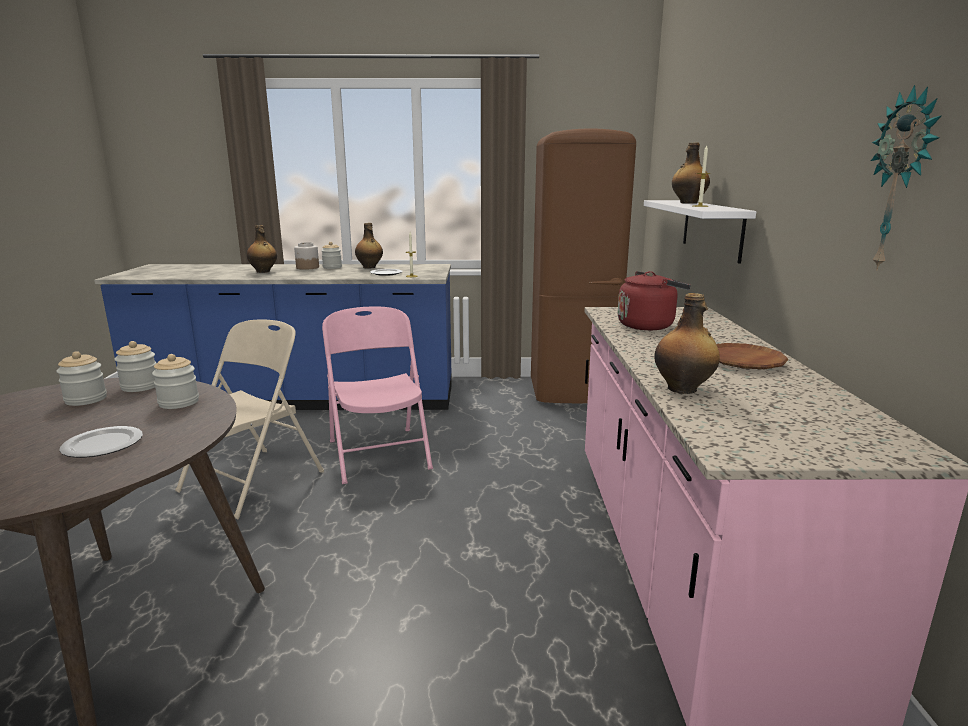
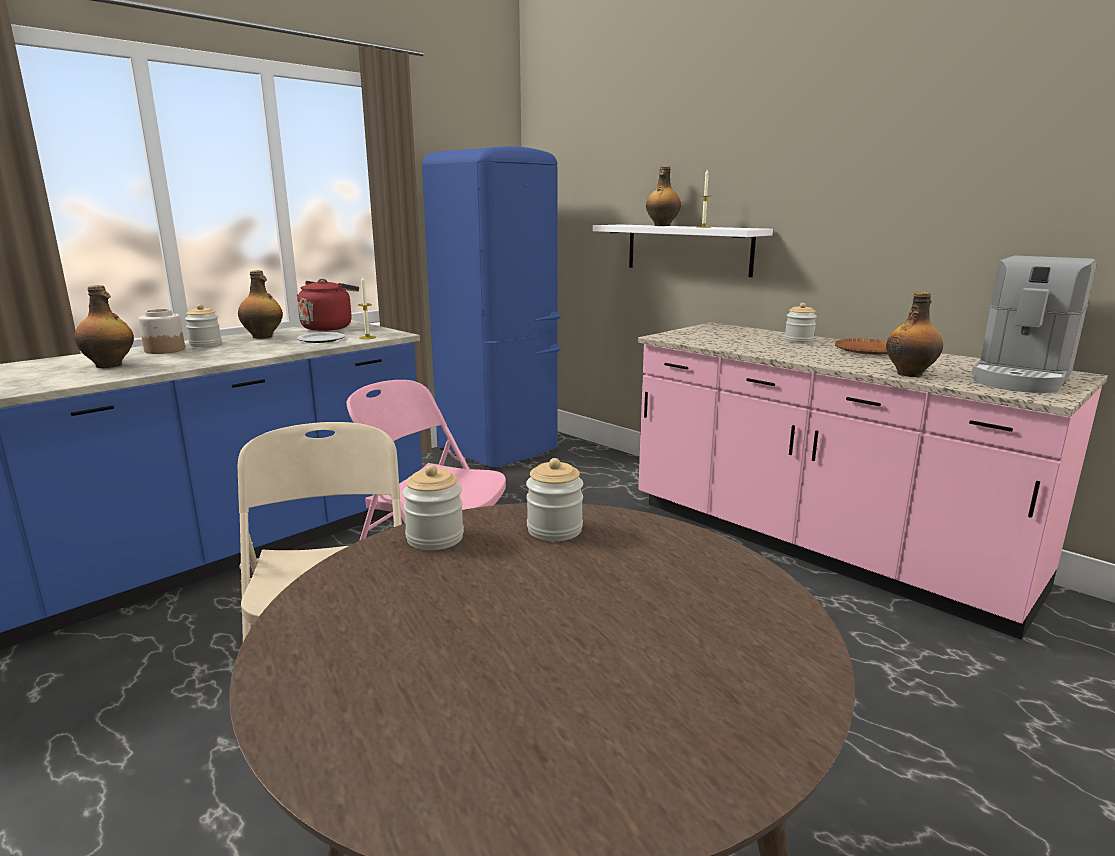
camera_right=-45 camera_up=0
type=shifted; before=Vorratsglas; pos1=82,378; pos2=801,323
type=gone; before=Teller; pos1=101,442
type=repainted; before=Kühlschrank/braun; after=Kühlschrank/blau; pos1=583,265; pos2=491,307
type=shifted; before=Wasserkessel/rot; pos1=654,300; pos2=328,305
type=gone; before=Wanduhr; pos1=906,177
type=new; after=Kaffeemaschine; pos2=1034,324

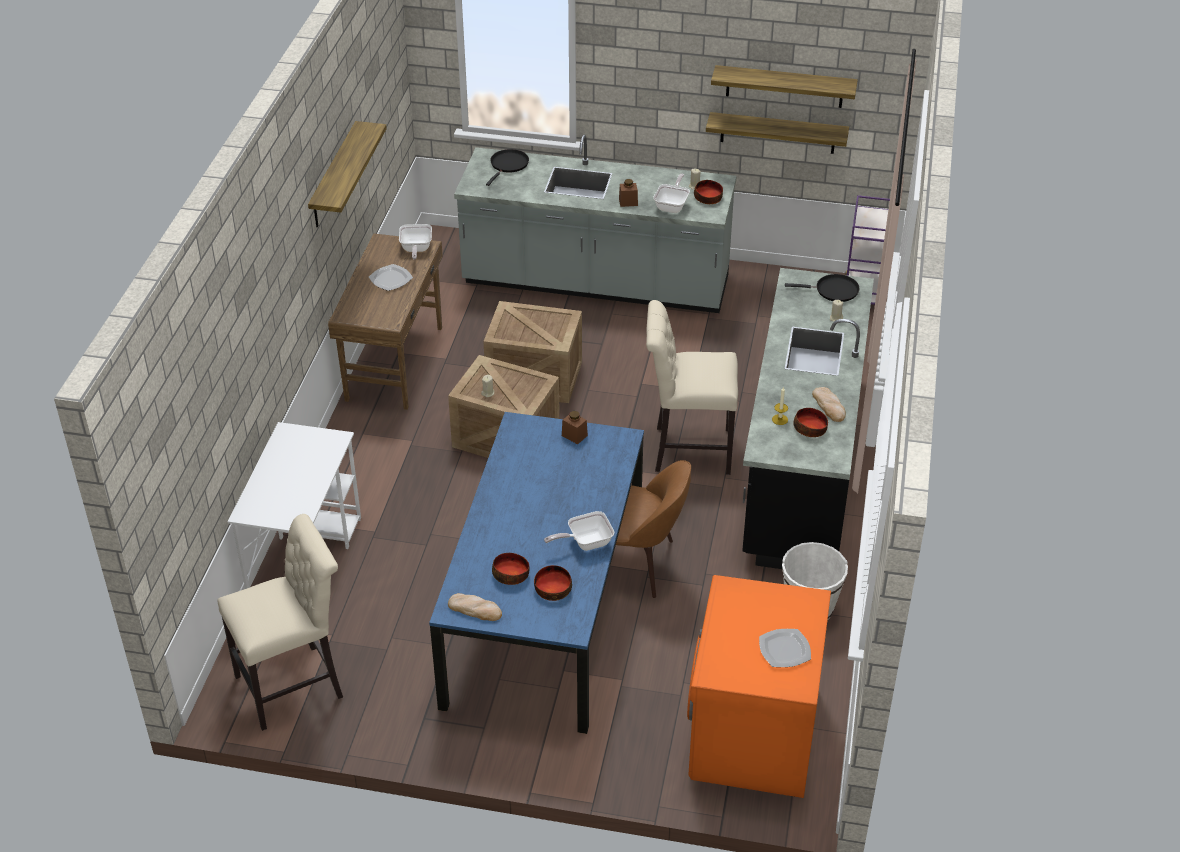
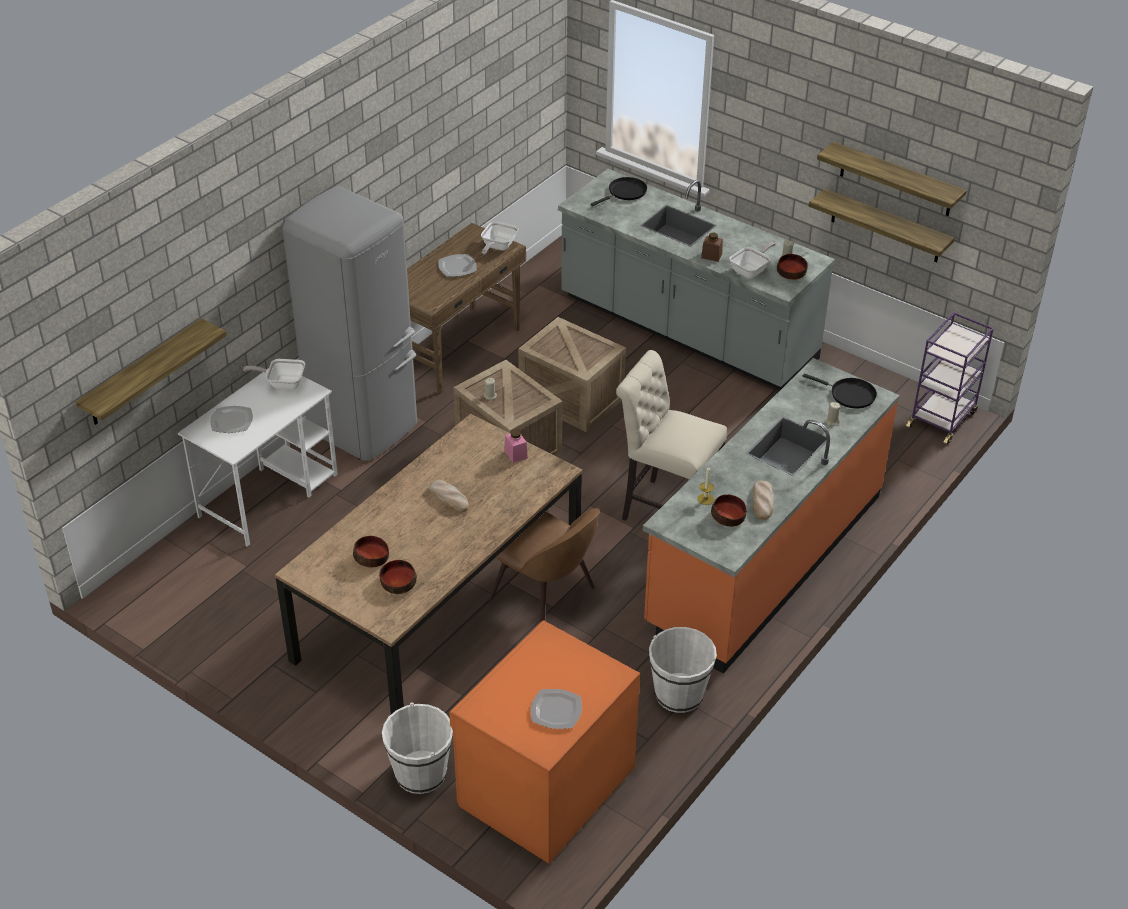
camera_right=25 camera_up=0
type=gone; before=Hocker/beige; pos1=280,622
type=shifted; before=Wandregal; pos1=347,174; pos2=151,371
type=repainted; before=Esstisch/blau; after=Esstisch/braun; pos1=536,573; pos2=428,564
type=shifted; before=Brot; pos1=475,607; pos2=449,496
type=shifted; before=Pfanne; pos1=579,531; pos2=274,374
type=repainted; before=Vorratsglas/braun; after=Vorratsglas/rosa; pos1=575,427; pos2=516,446
type=repainted; before=Küchenzeile/schwarz; after=Küchenzeile/orange; pos1=808,418; pos2=771,516
type=new; after=Teller; pos2=231,419
type=new; after=Kühlschrank/grau; pos2=350,323
type=new; after=Eimer/weiß; pos2=417,748

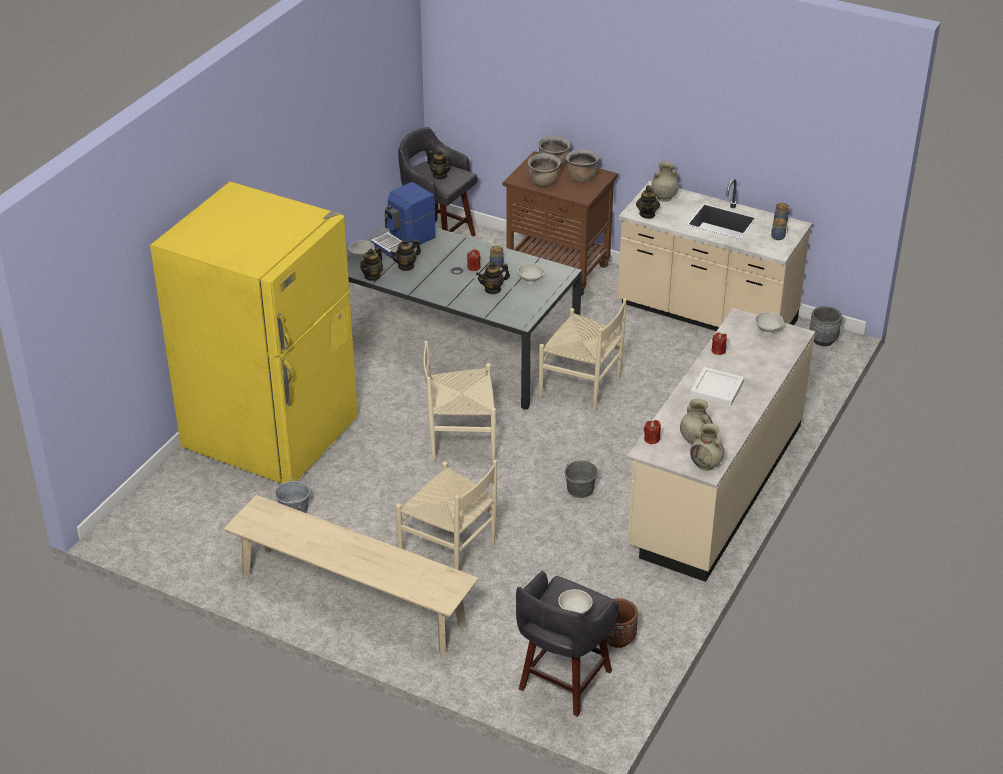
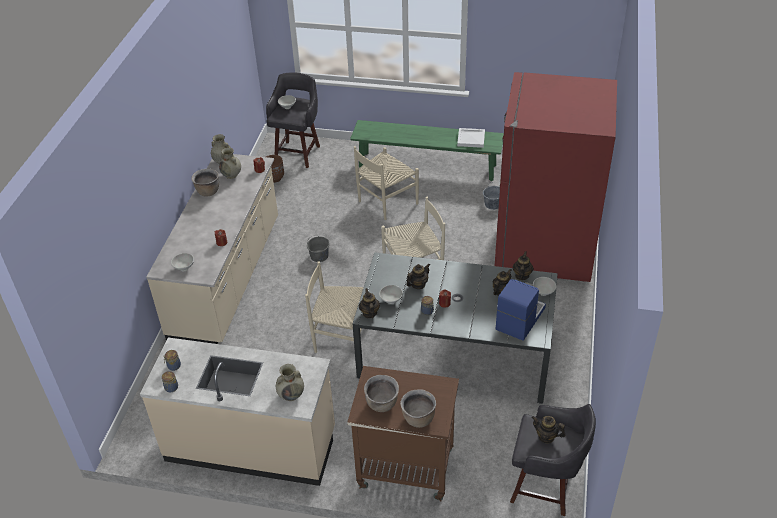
camera_right=165 camera_up=5
type=repainted; before=Kühlschrank/gelb; after=Kühlschrank/rot; pos1=254,332; pos2=556,177
type=repainted; before=Bank/beige; after=Bank/grün; pos1=351,575; pos2=427,150
type=rotated; before=Stuhl/beige; pos1=446,515; pos2=386,183; turn=-60
type=shifted; before=Kochtopf/braun; pos1=544,170; pos2=205,182
type=shifted; before=Teekanne; pos1=648,202; pos2=369,303
type=shifted; before=Tablett/weiß; pos1=717,386; pos2=471,138
type=gone; before=Pflanzkübel/grau; pos1=825,326

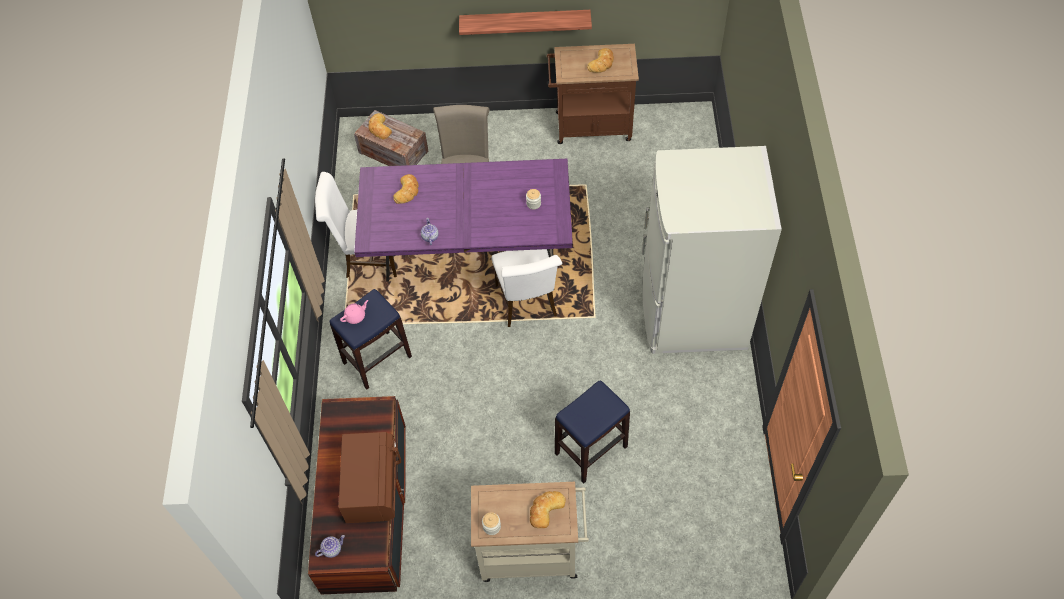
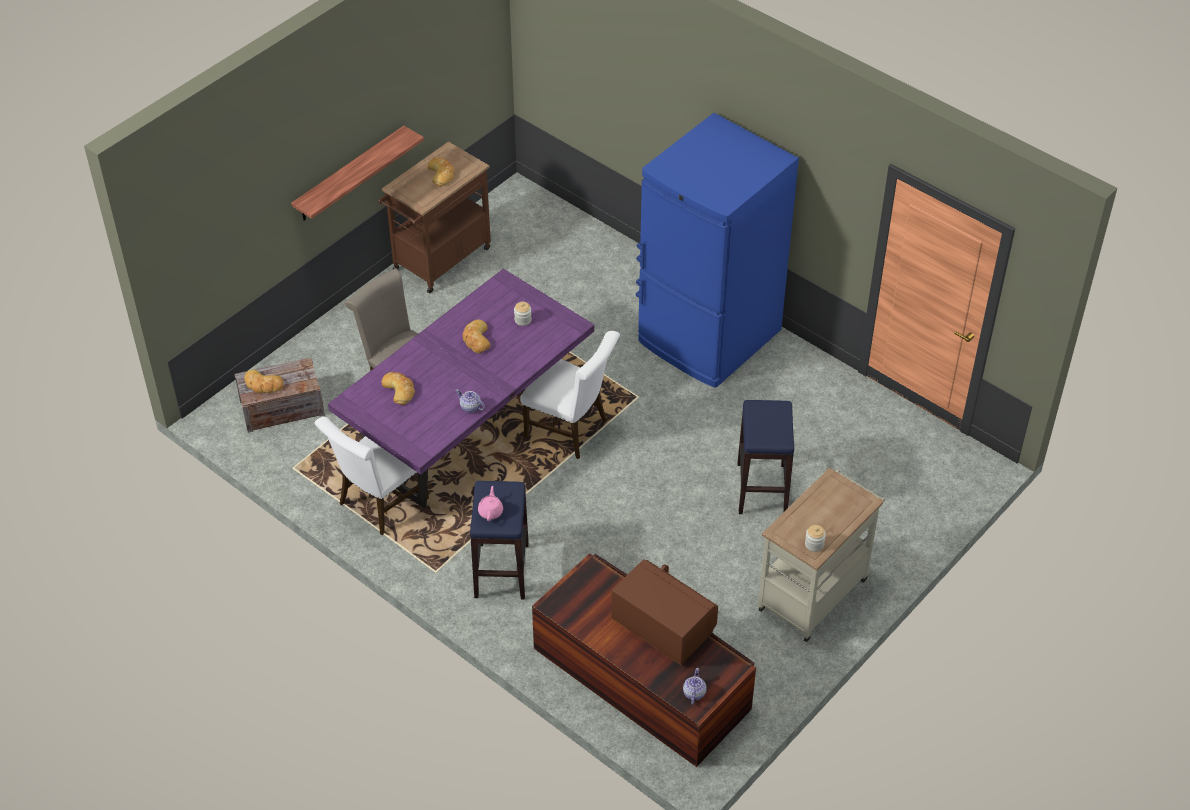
camera_right=-50 camera_up=-10
type=shifted; before=Brot; pos1=548,509; pos2=476,336
type=repainted; before=Kühlschrank/weiß; after=Kühlschrank/blau; pos1=712,250; pos2=717,250

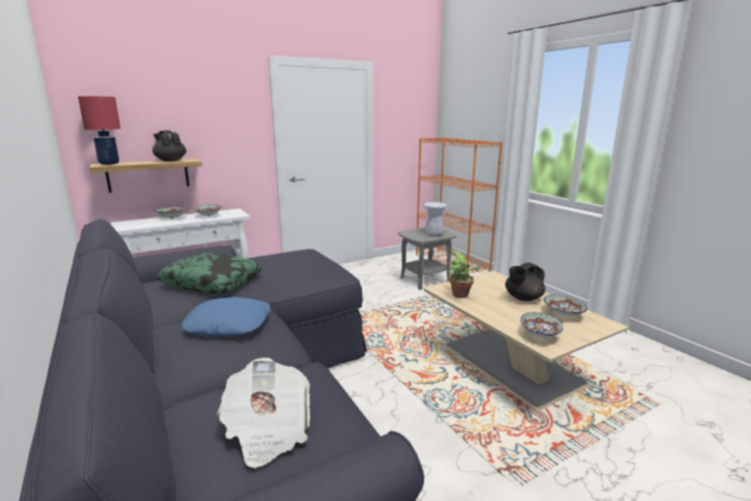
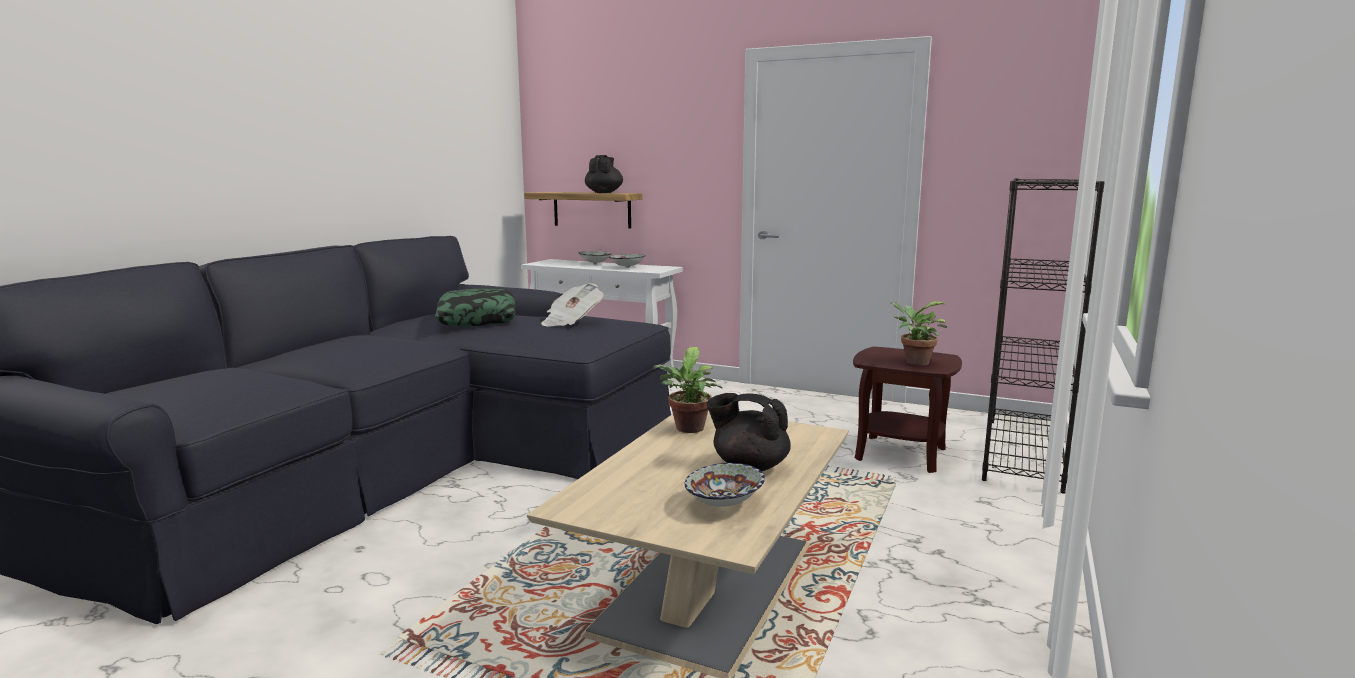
camera_right=55 camera_up=-5
type=gone; before=Tischlampe/rot; pos1=99,130
type=gone; before=Kissen/blau; pos1=225,317
type=shifted; before=Zeitung; pos1=263,413; pos2=572,305
type=repainted; before=Beistelltisch/grau; after=Beistelltisch/braun; pos1=427,258; pos2=907,410
type=repainted; before=Bücherregal/orange; after=Bücherregal/schwarz; pos1=459,205; pos2=1043,336
type=swapped; before=Vase/weiß; after=Topfpflanze; pos1=435,219; pos2=919,333
type=gone; before=Schüssel; pos1=542,325

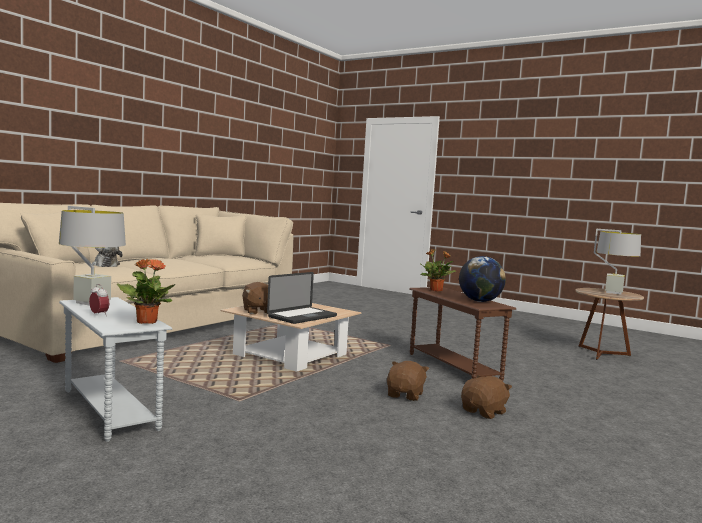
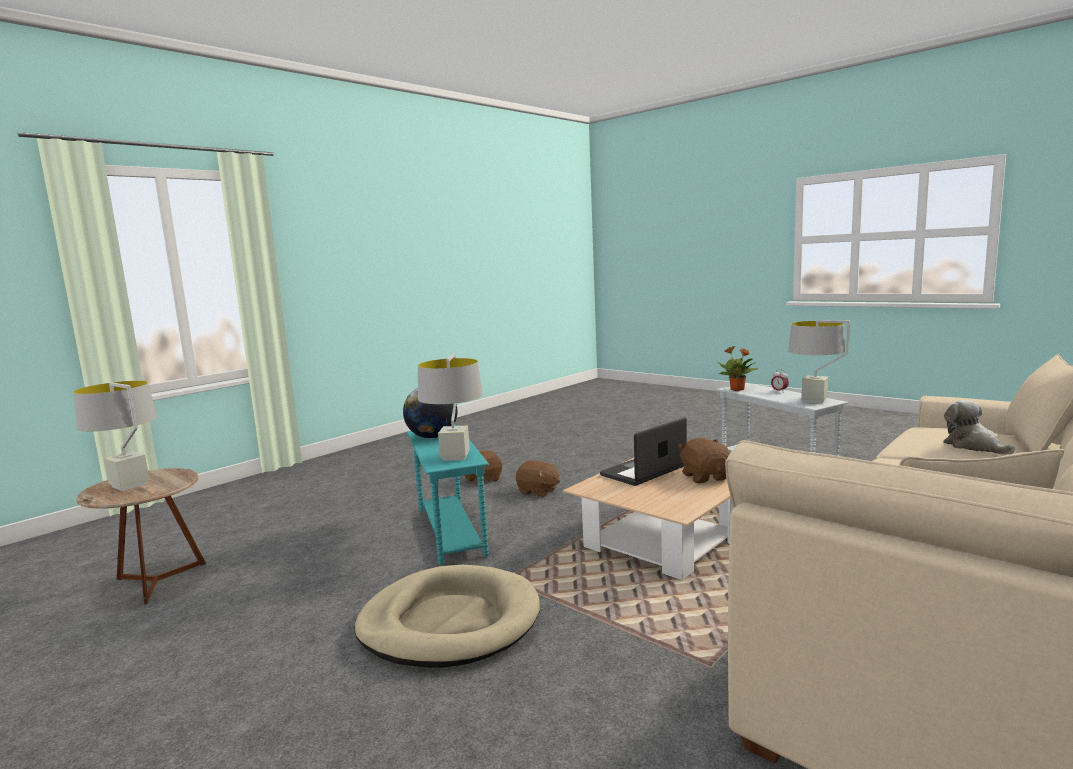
camera_right=-170 camera_up=5
type=rotated; before=Plüschtier/braun; pos1=408,381; pos2=538,478; turn=-90
type=repainted; before=Beistelltisch/braun; after=Beistelltisch/türkis; pos1=462,334; pos2=448,495
type=swapped; before=Topfpflanze; after=Tischlampe/grau; pos1=437,270; pos2=450,407
type=new; after=Hundebett/beige; pos2=447,616

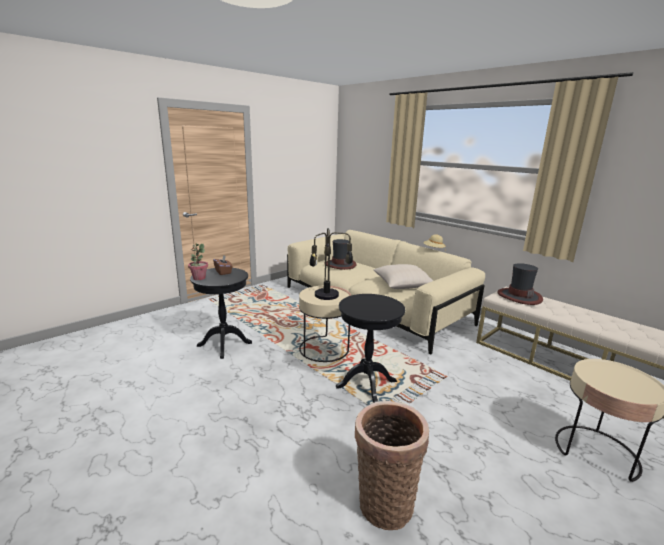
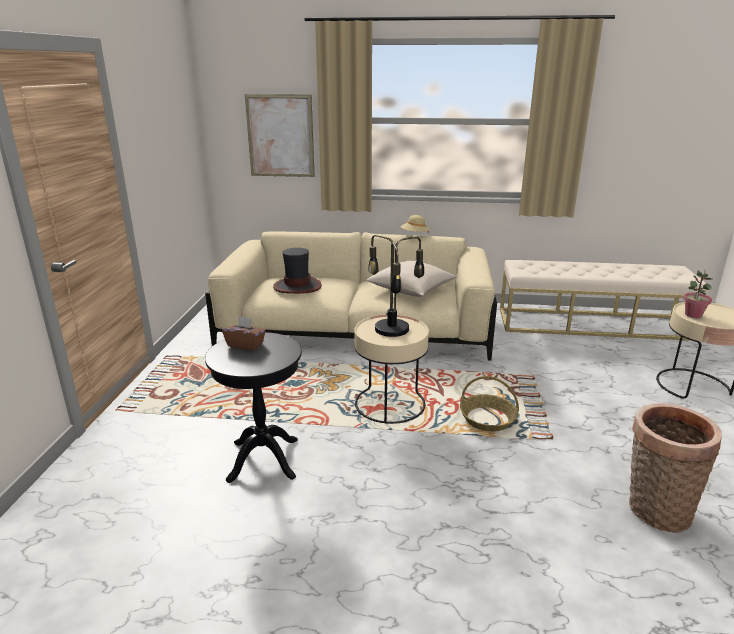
camera_right=-40 camera_up=5
type=shifted; before=Topfpflanze; pos1=198,261; pos2=697,294
type=swapped; before=Beistelltisch/schwarz; after=Korb; pos1=370,348; pos2=489,404
type=gone; before=Hut; pos1=520,284
type=new; after=Bild; pos2=280,135

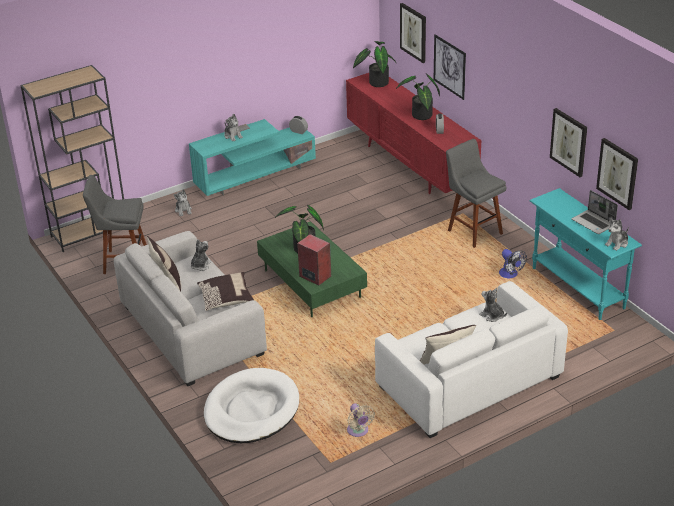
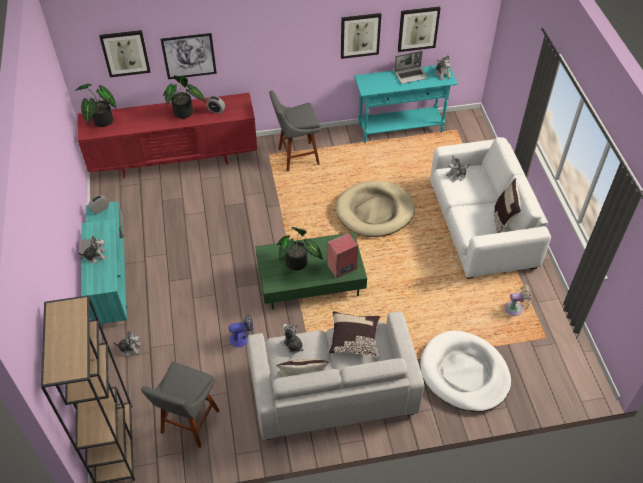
camera_right=-70 camera_up=15
type=shifted; before=Ventilator; pos1=513,263; pos2=241,330
type=new; after=Hundebett/beige; pos2=375,209

